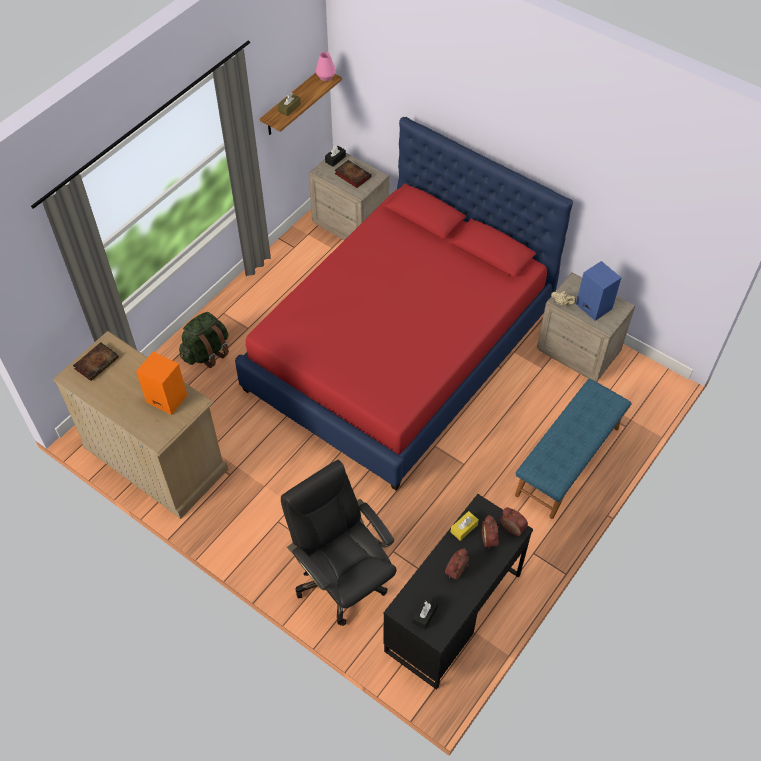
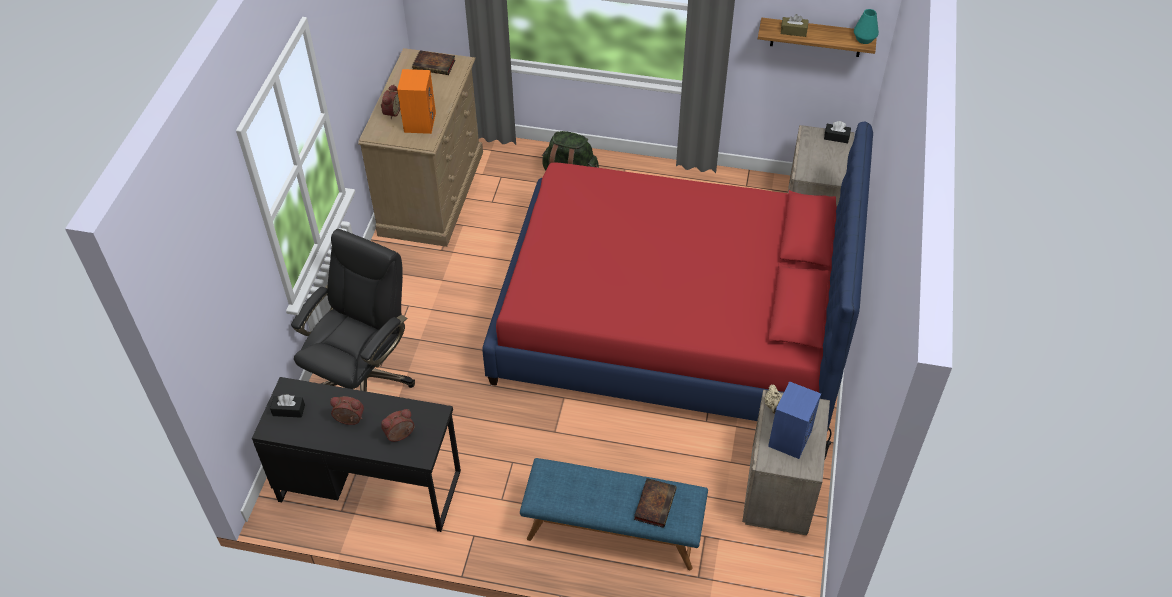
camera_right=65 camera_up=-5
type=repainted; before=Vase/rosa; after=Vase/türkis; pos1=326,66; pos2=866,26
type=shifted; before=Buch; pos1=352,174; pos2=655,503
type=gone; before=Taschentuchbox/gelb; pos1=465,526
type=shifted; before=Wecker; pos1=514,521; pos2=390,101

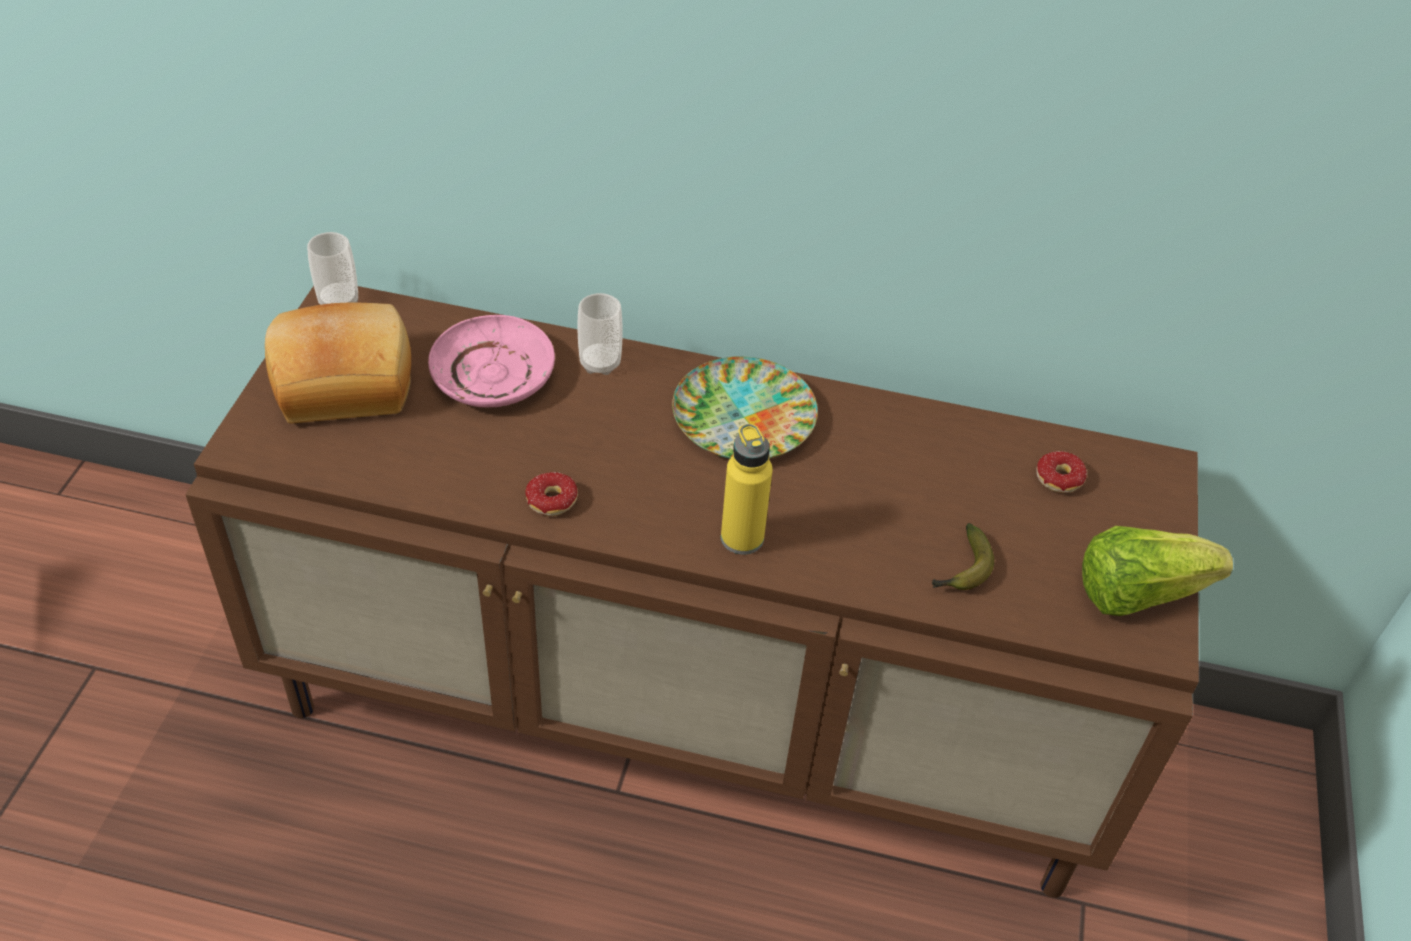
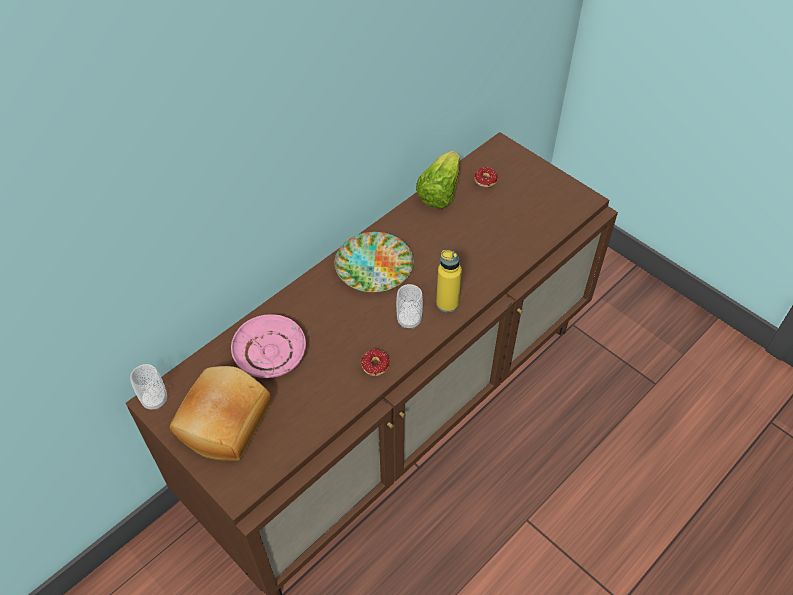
camera_right=-55 camera_up=5
type=shifted; before=Tasse; pos1=600,334; pos2=409,306
type=gone; before=Banane; pos1=963,556
type=shifted; before=Salatkopf; pos1=1157,571; pos2=438,179

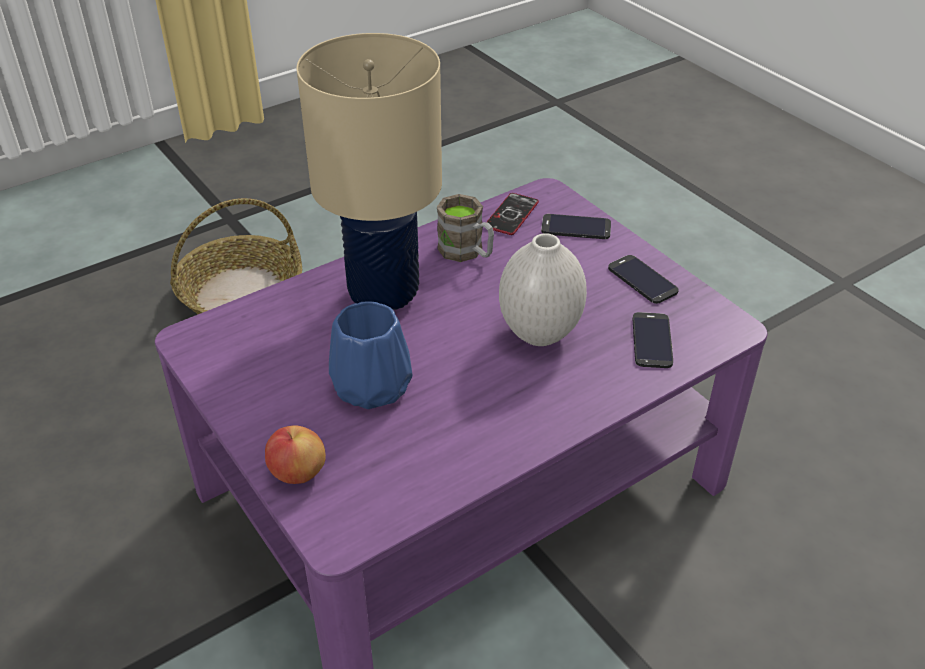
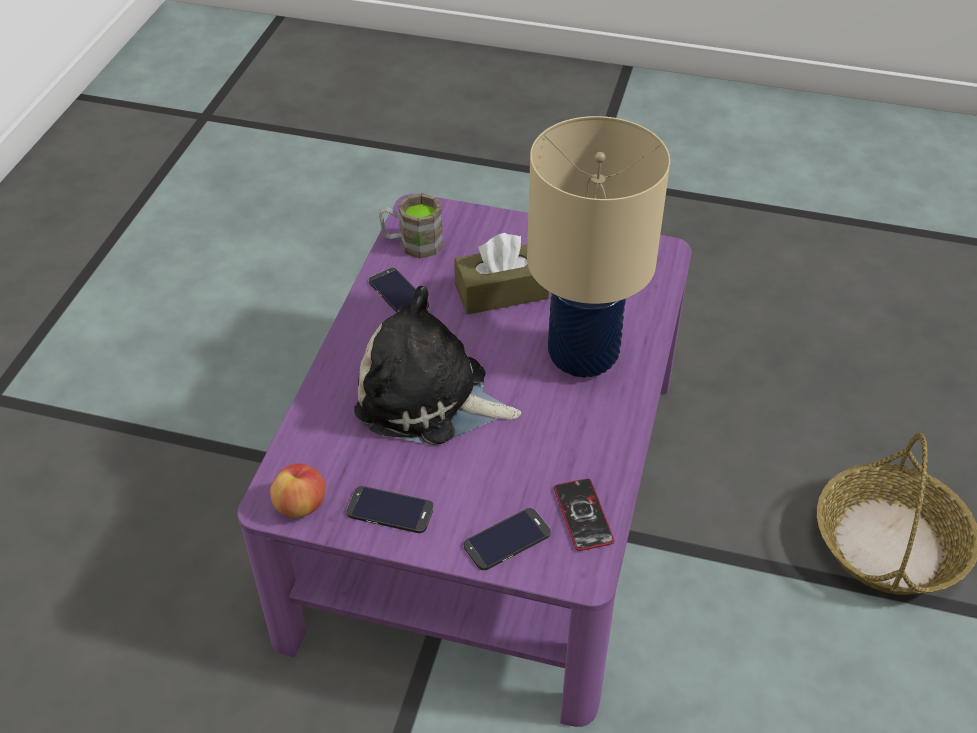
camera_right=140 camera_up=5
type=shifted; before=Apfel; pos1=295,454; pos2=297,491
type=swapped; before=Vase/blau; after=Taschentuchbox/braun; pos1=371,355; pos2=501,274
type=shifted; before=Henkelbecher/braun; pos1=465,228; pos2=411,225
type=swapped; before=Vase/weiß; after=Plüschtier; pos1=543,289; pos2=437,365
type=shifted; before=Handy; pos1=653,340; pos2=399,290

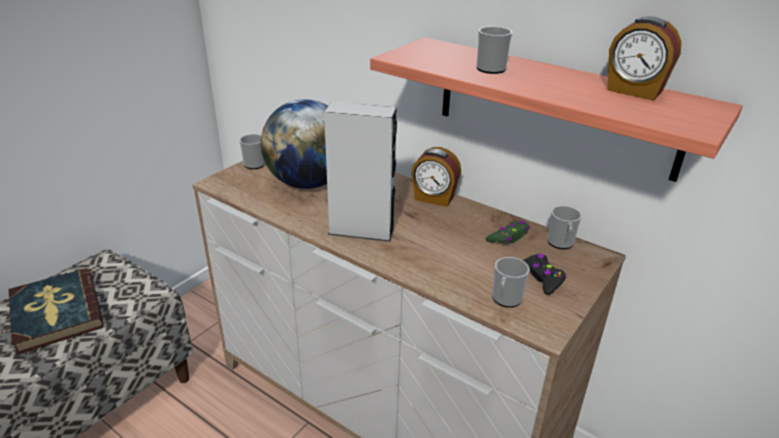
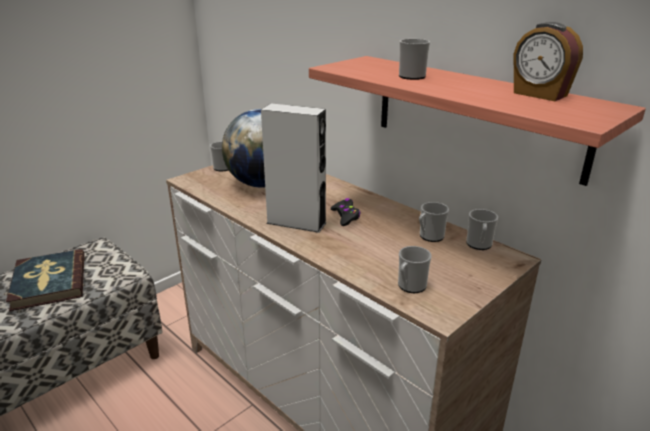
camera_right=10 camera_up=-5
type=gone; before=Wecker; pos1=436,177
type=swapped; before=Gamepad/grün; after=Henkelbecher; pos1=507,232; pos2=434,222
type=shifted; before=Gamepad/schwarz; pos1=544,274; pos2=346,212

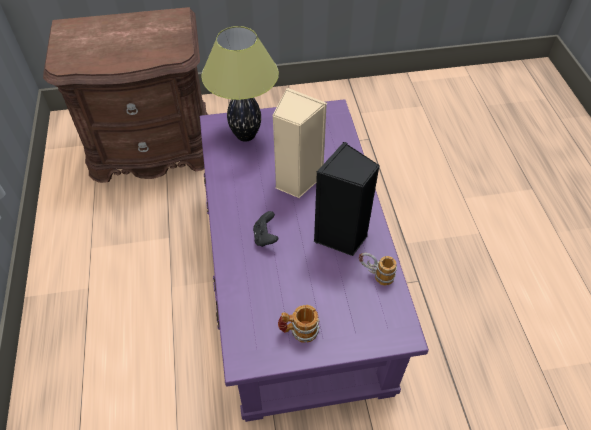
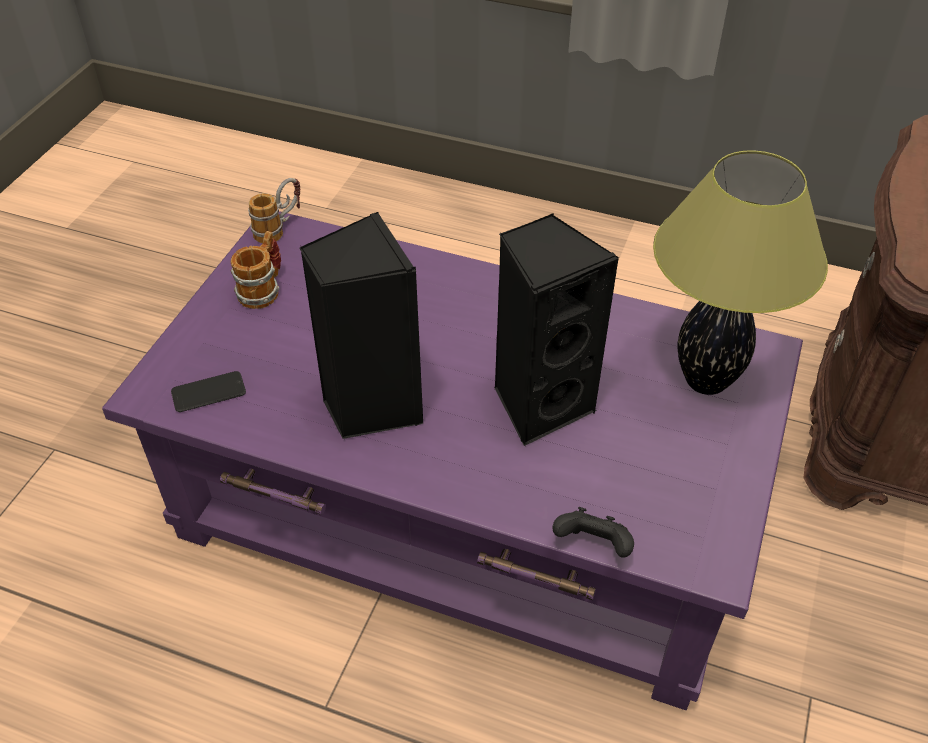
camera_right=120 camera_up=-5
type=shifted; before=Gamepad/schwarz; pos1=265,229; pos2=593,532
type=repainted; before=Lautsprecher/beige; after=Lautsprecher/schwarz; pos1=300,143; pos2=556,329
type=shifted; before=Henkelbecher; pos1=378,269; pos2=274,210
type=new; after=Handy; pos2=208,391

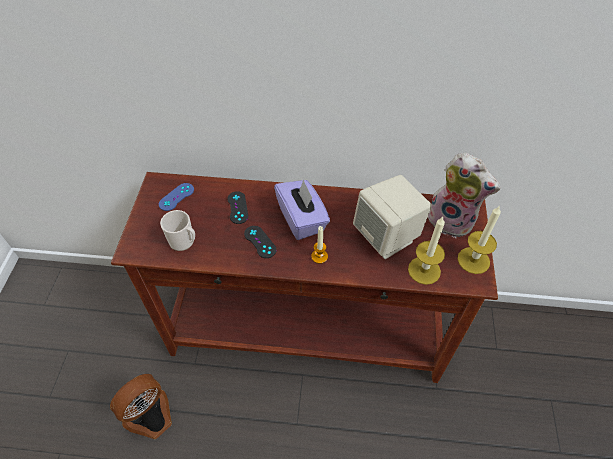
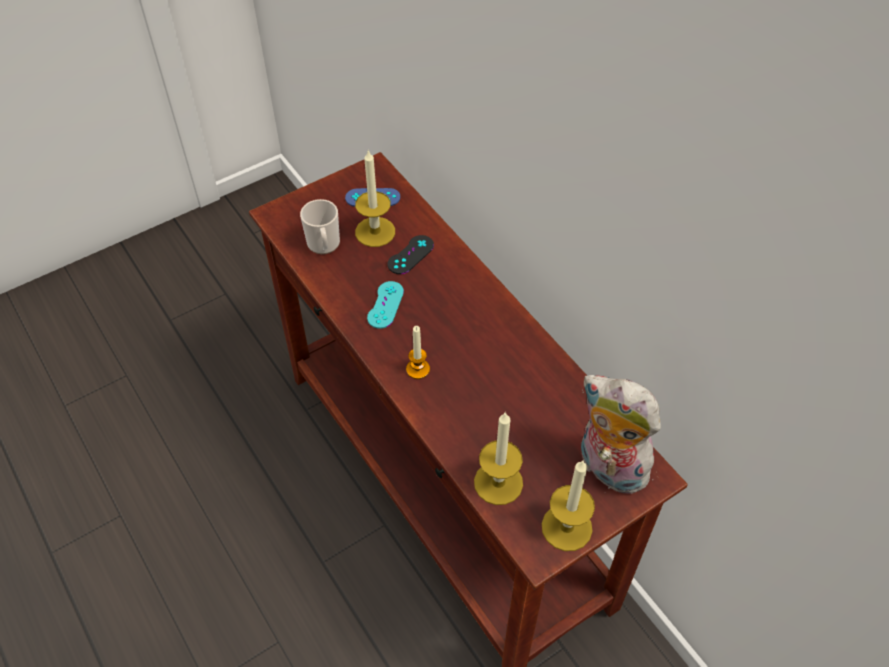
camera_right=50 camera_up=0
type=gone; before=Ventilator; pos1=141,406
type=repainted; before=Gamepad/schwarz; after=Gamepad/türkis; pos1=260,242; pos2=385,305
type=gone; before=Taschentuchbox/lila; pos1=302,210
type=gone; before=Lautsprecher/beige; pos1=392,217
type=rotated; before=Plüschtier; pos1=464,195; pos2=621,434; turn=135
type=new; after=Kerze; pos2=375,198

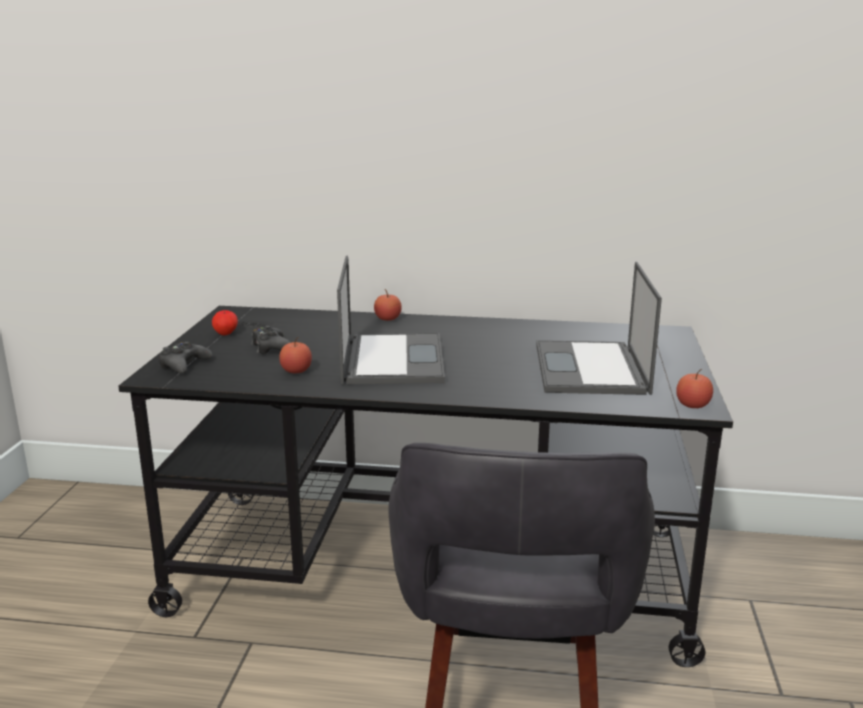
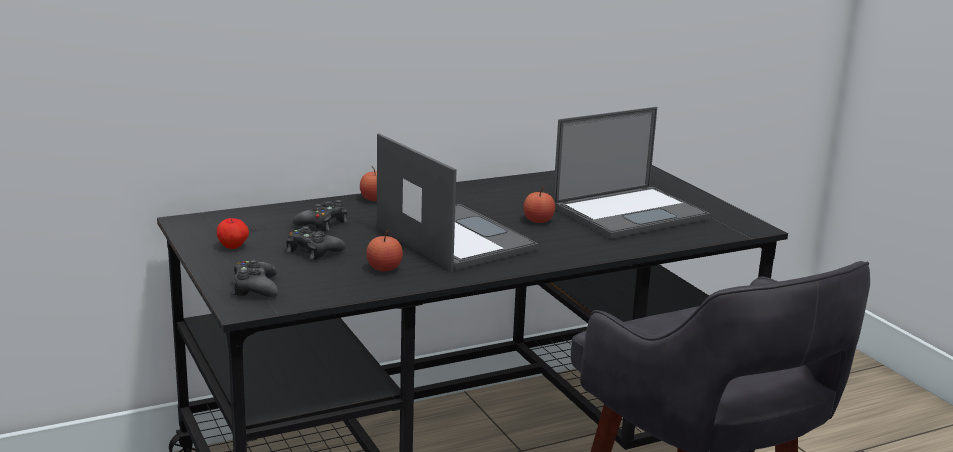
camera_right=-35 camera_up=0
type=rotated; before=Laptop; pos1=599,328; pos2=632,173; turn=-90
type=shifted; before=Apfel; pos1=694,388; pos2=539,205
type=new; after=Gamepad/schwarz; pos2=320,215

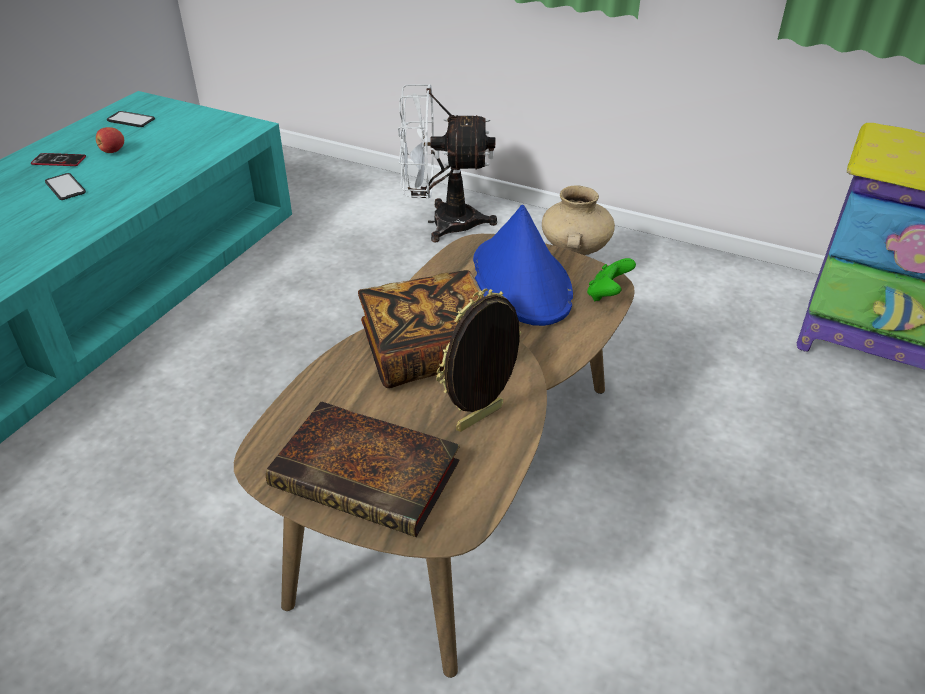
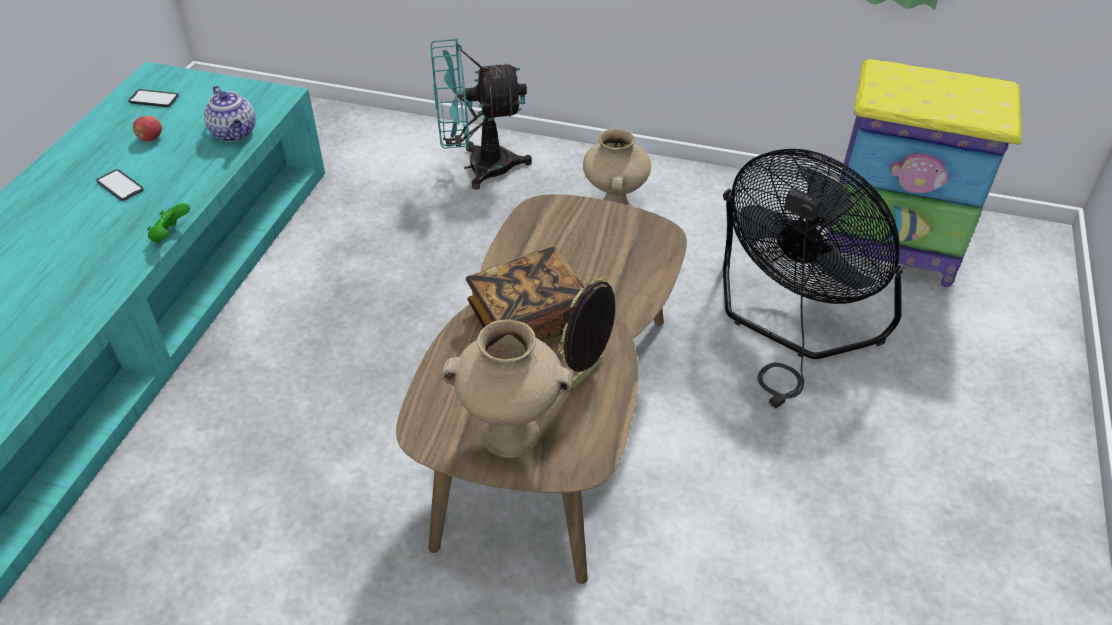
camera_right=-10 camera_up=5
type=gone; before=Handy; pos1=58,159
type=swapped; before=Buch; after=Vase/beige; pos1=363,469; pos2=507,389
type=repainted; before=Ventilator/weiß; after=Ventilator/türkis; pos1=447,163; pos2=481,114
type=gone; before=Hut/blau; pos1=523,265
type=shifted; before=Gamepad/grün; pos1=611,280; pos2=168,223
type=new; after=Teekanne; pos2=229,113
type=new; after=Ventilator/schwarz; pos2=814,278

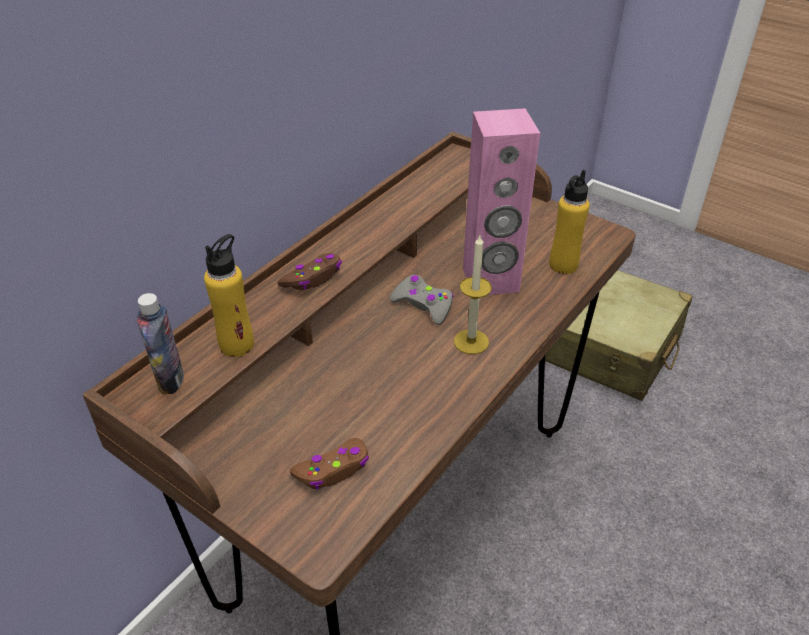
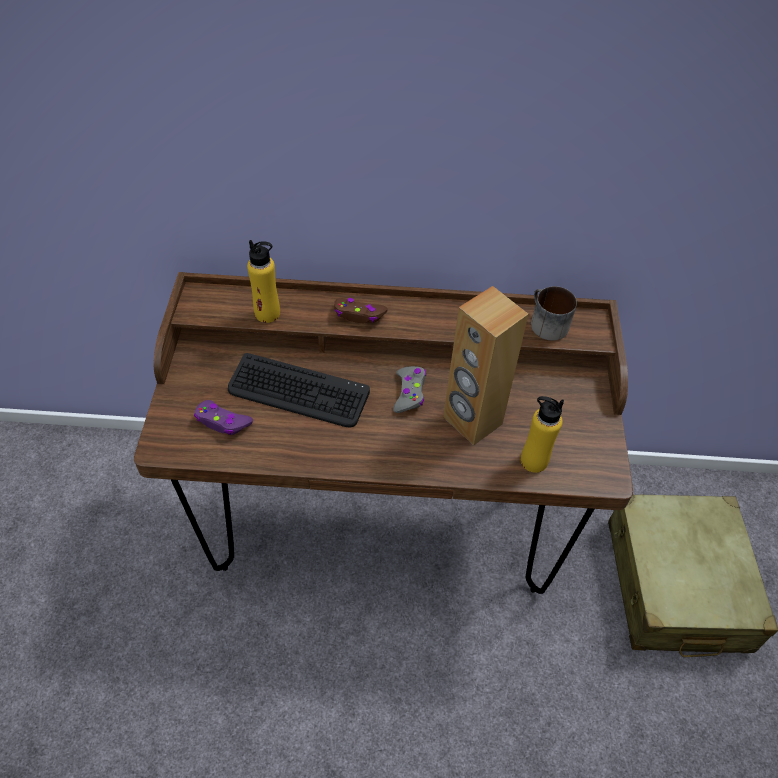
camera_right=55 camera_up=10
type=gone; before=Flasche; pos1=160,343
type=repainted; before=Gamepad/braun; after=Gamepad/lila; pos1=329,464; pos2=223,417
type=gone; before=Kerze; pos1=473,294
type=repainted; before=Lautsprecher/rosa; after=Lautsprecher/braun; pos1=501,201; pos2=486,365
type=new; after=Tastatur; pos2=299,390
type=new; after=Henkelbecher; pos2=554,313

